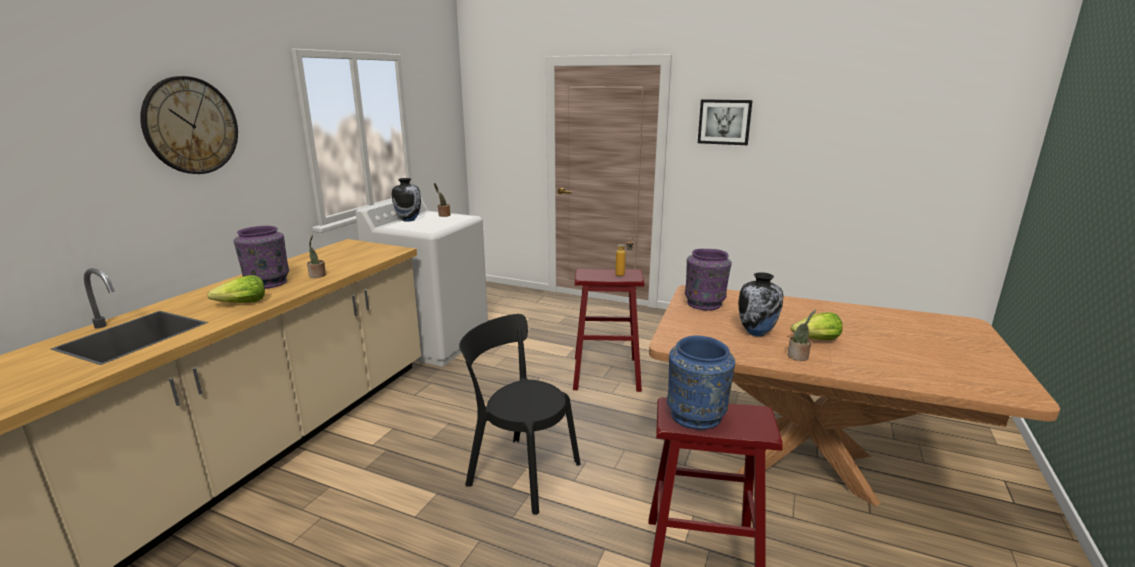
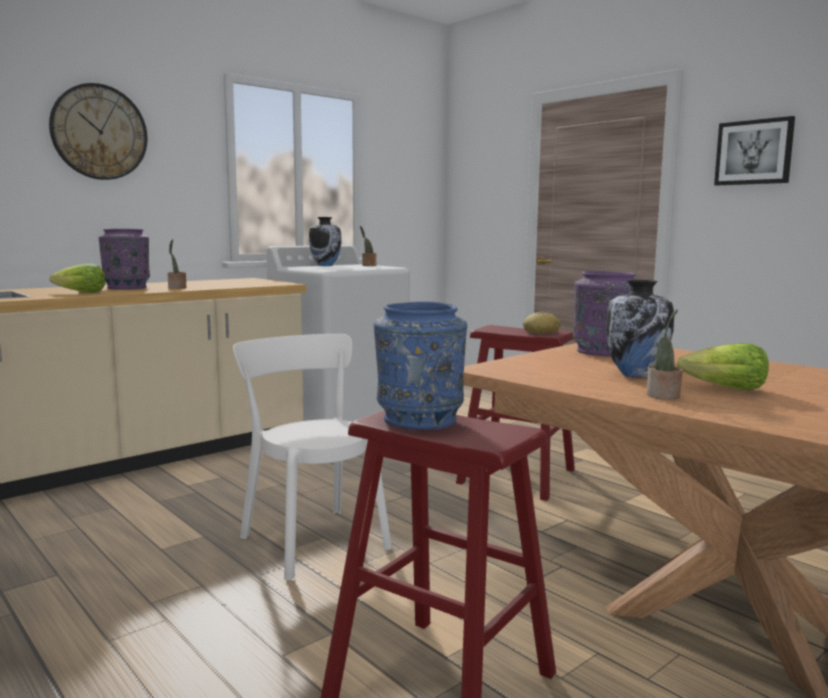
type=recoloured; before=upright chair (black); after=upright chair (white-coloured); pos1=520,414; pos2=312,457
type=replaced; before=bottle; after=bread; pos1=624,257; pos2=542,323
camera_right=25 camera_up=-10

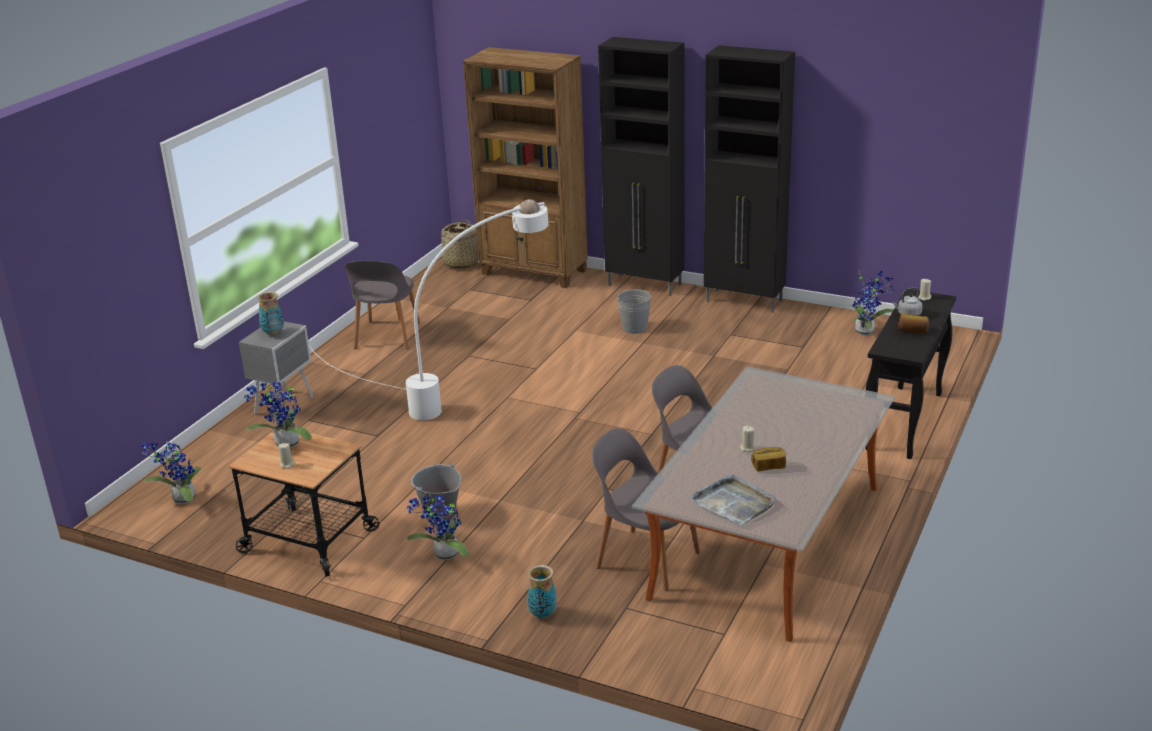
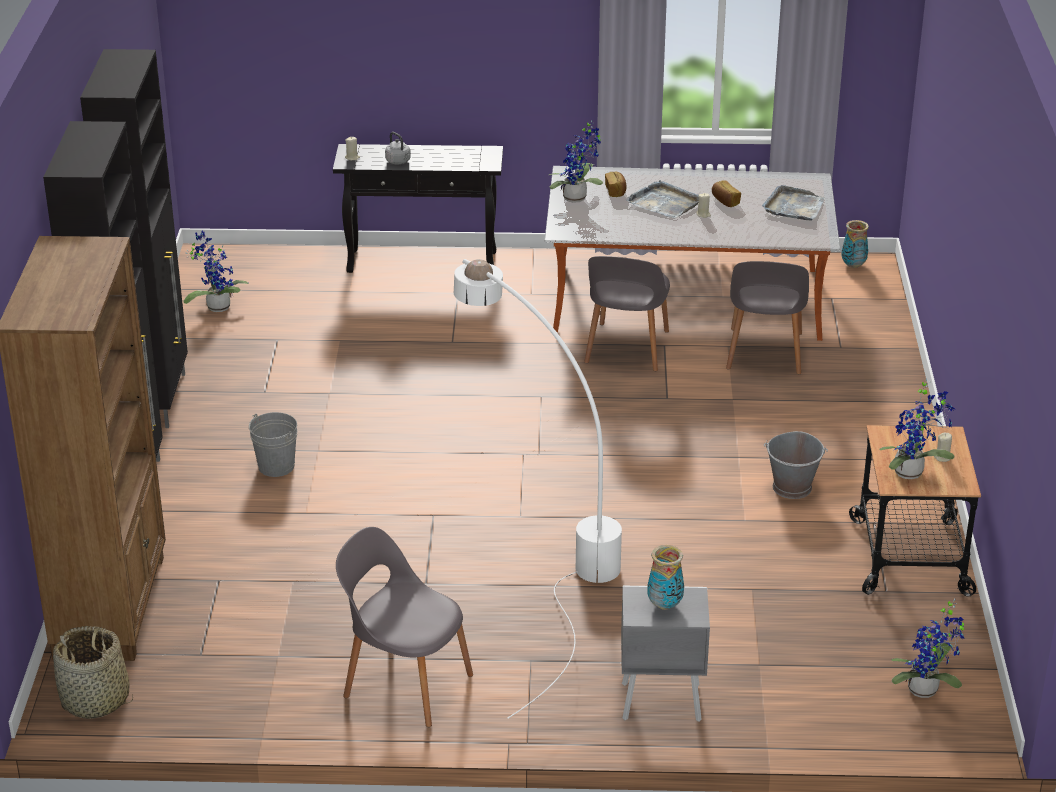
type=turned; before=upright chair (grey); pos1=382,305; pos2=404,627; turn=-135
type=moved; before=potted plant; pos1=438,527; pos2=576,161
type=moved; before=flower vase; pos1=542,592; pos2=855,244
type=moved; before=bread; pos1=913,324; pos2=616,184
type=added; after=serving tray (grey); pos2=662,199
camera_right=-115 camera_up=5

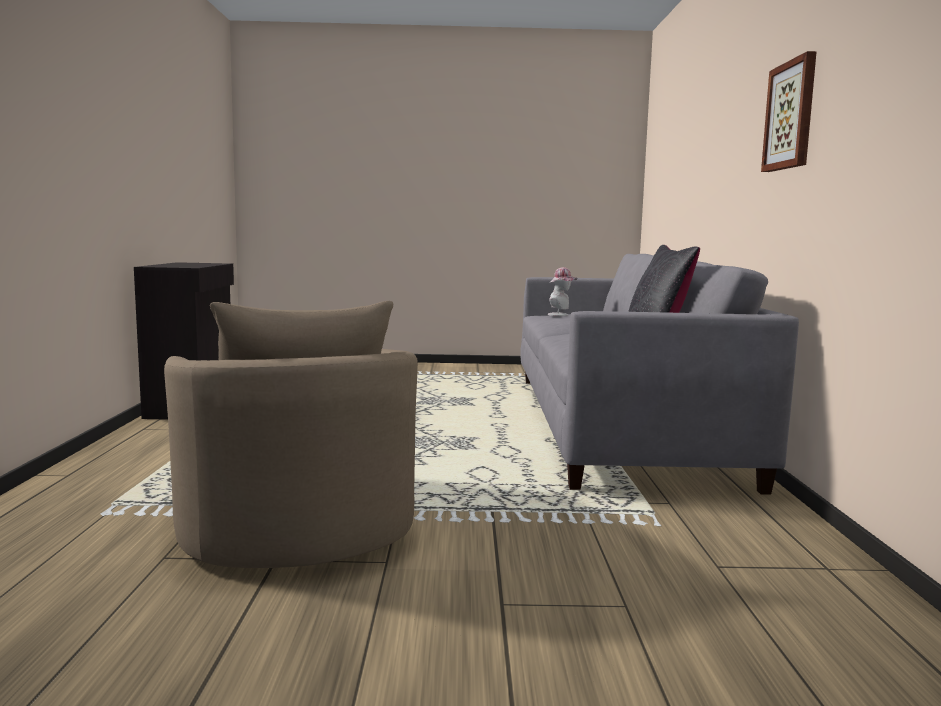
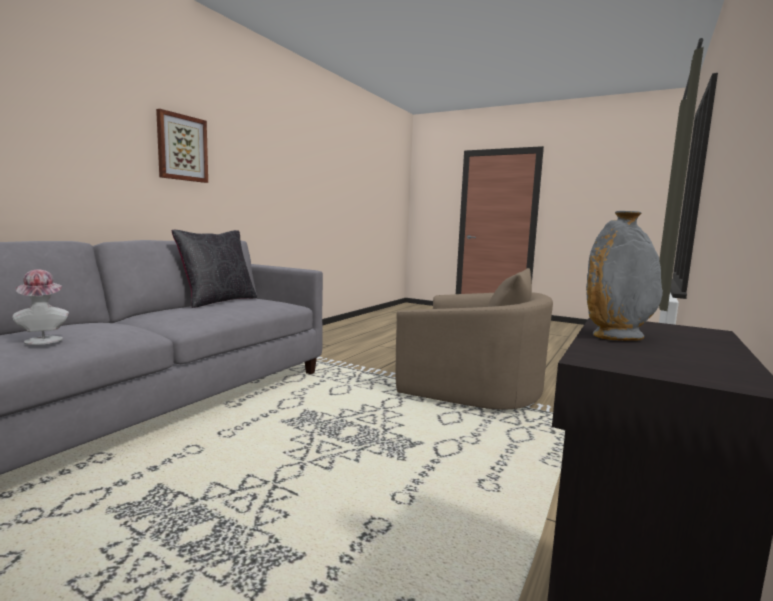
type=turned; before=lounge chair (beige); pos1=291,434; pos2=474,338; turn=105
type=added; after=flower vase (grey); pos2=624,276
camera_right=-150 camera_up=0

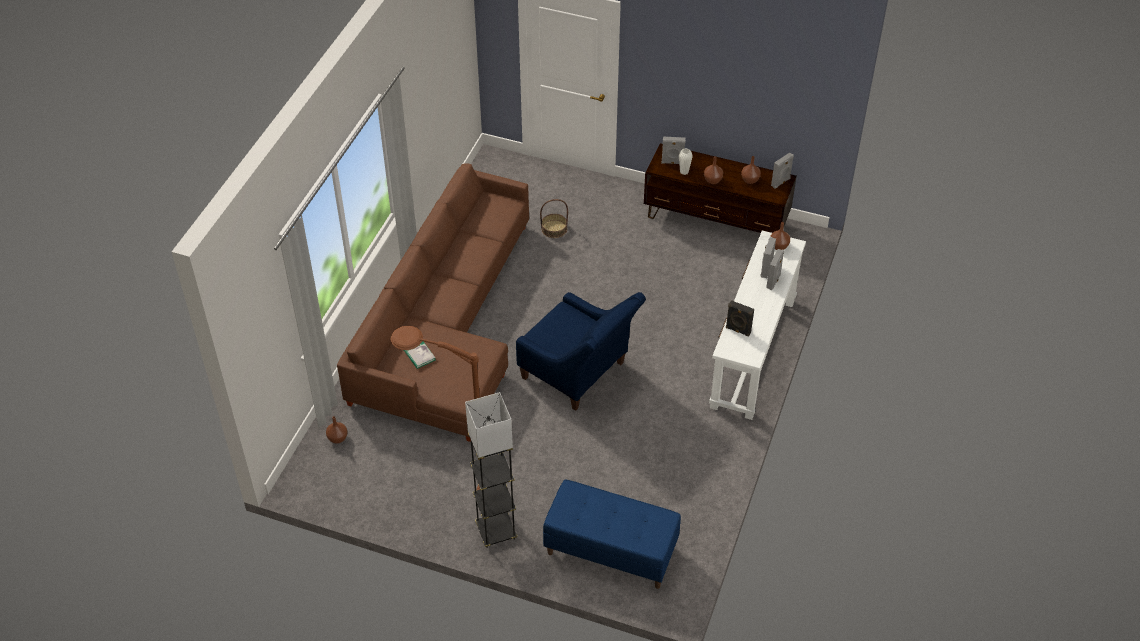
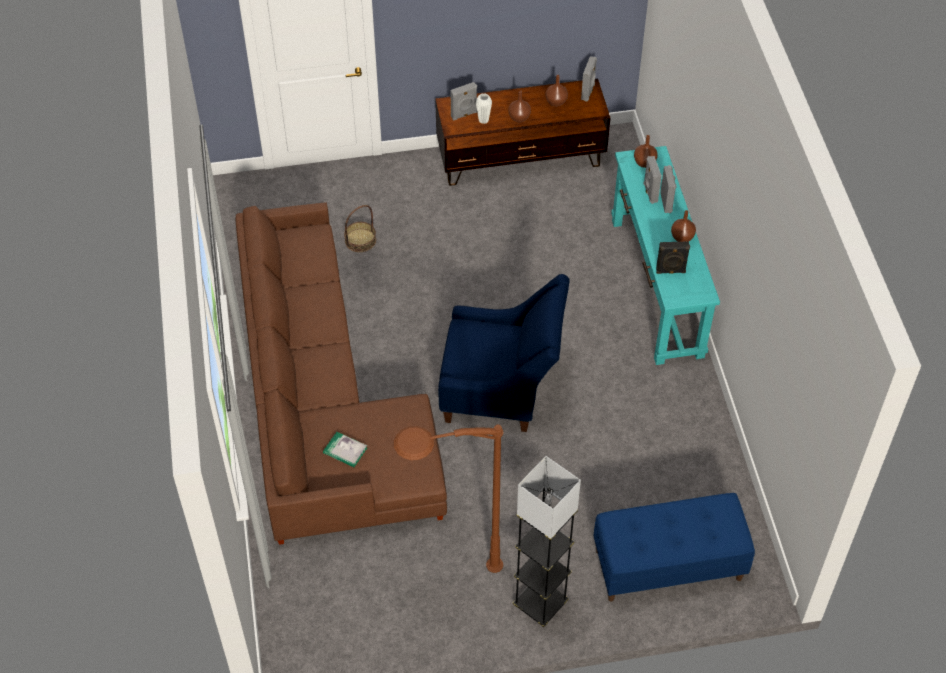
type=moved; before=flower vase (brown); pos1=336,430; pos2=683,226
type=recoloured; before=narrow table (white-coloured); after=narrow table (blue-green); pos1=757,325; pos2=665,255
camera_right=-30 camera_up=5

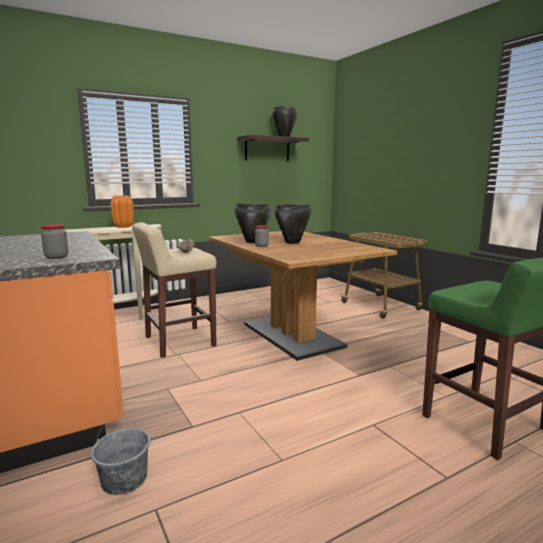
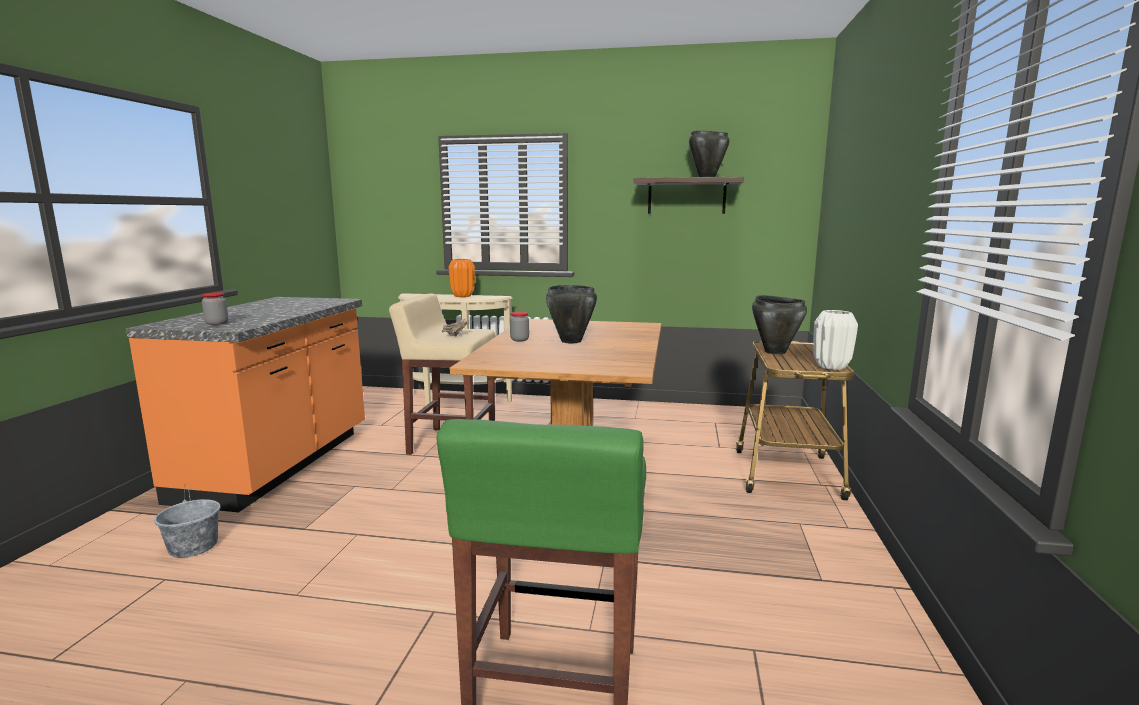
type=moved; before=stockpot (black); pos1=252,223; pos2=779,324
type=added; after=flower vase (white-coloured); pos2=835,340
camera_right=40 camera_up=0

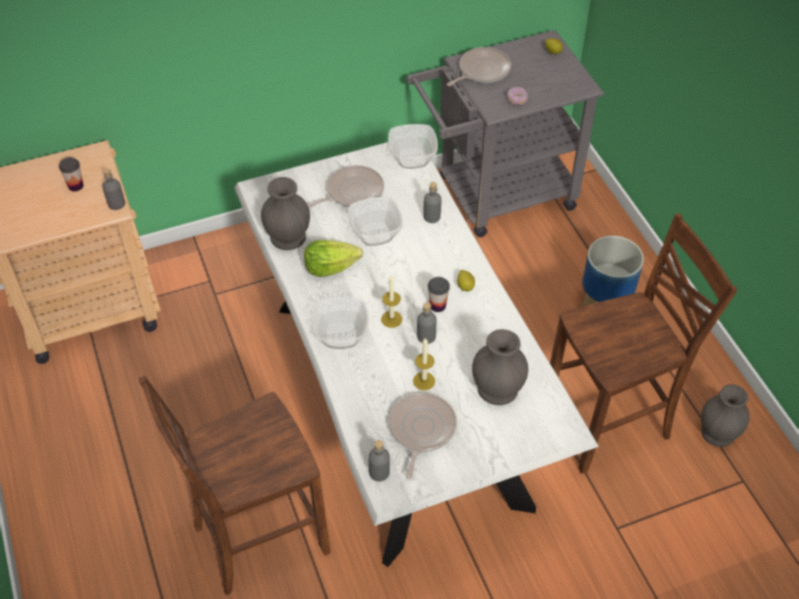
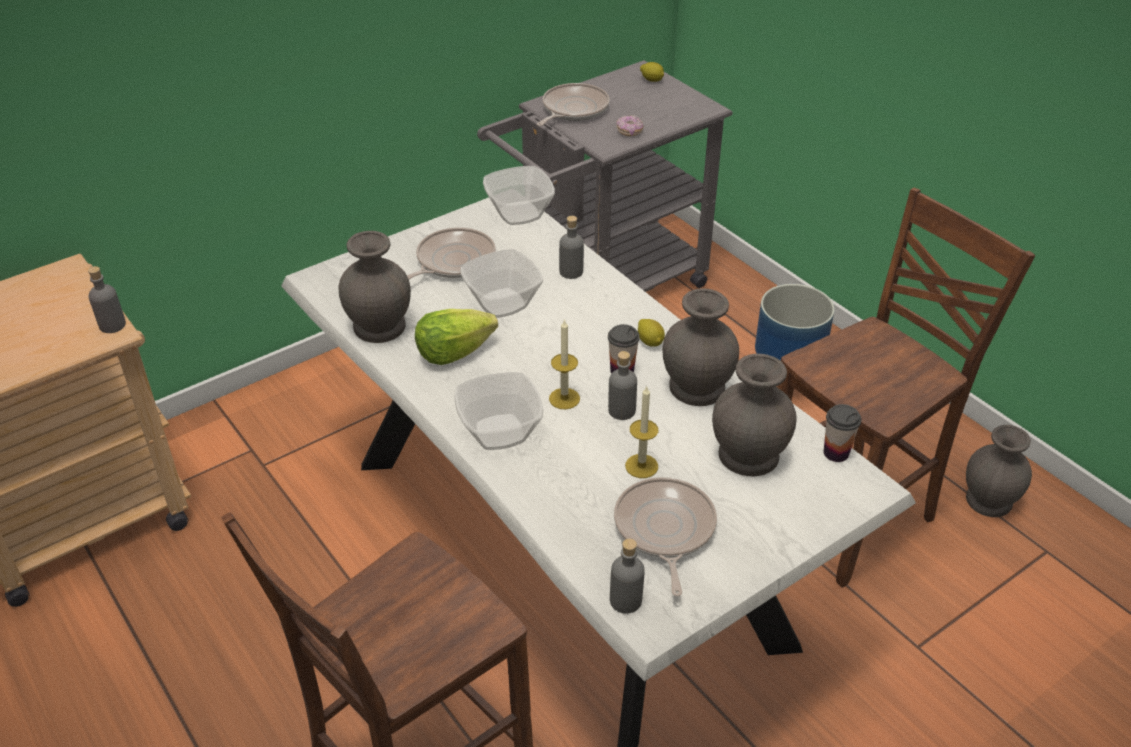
type=moved; before=cup; pos1=71,174; pos2=843,433
type=added; after=flower vase (grey); pos2=700,347
camera_right=-15 camera_up=-10

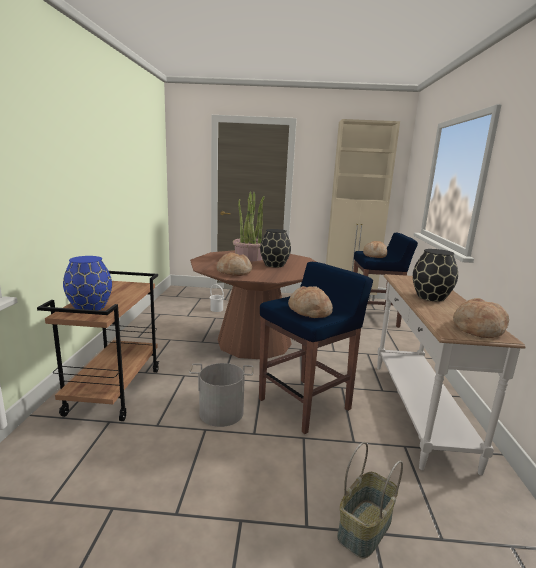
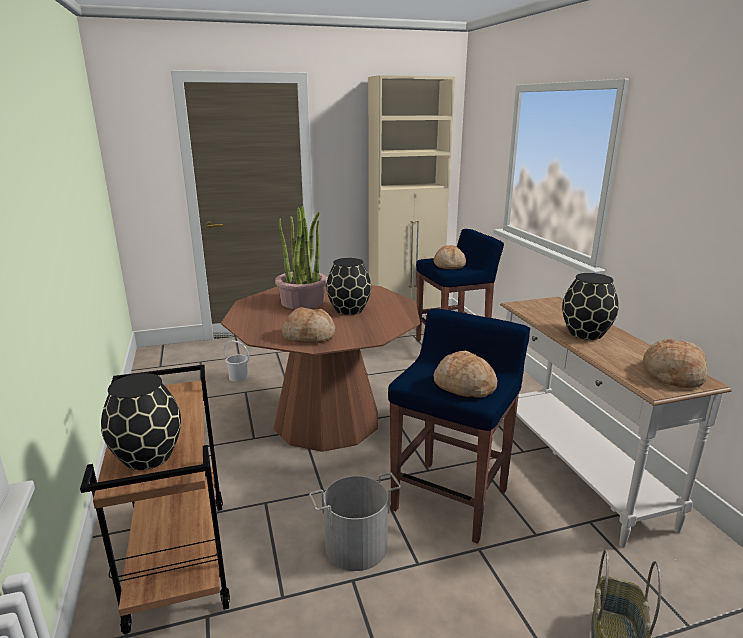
type=recoloured; before=flower vase (blue); after=flower vase (black); pos1=87,283; pos2=141,421
camera_right=-20 camera_up=5

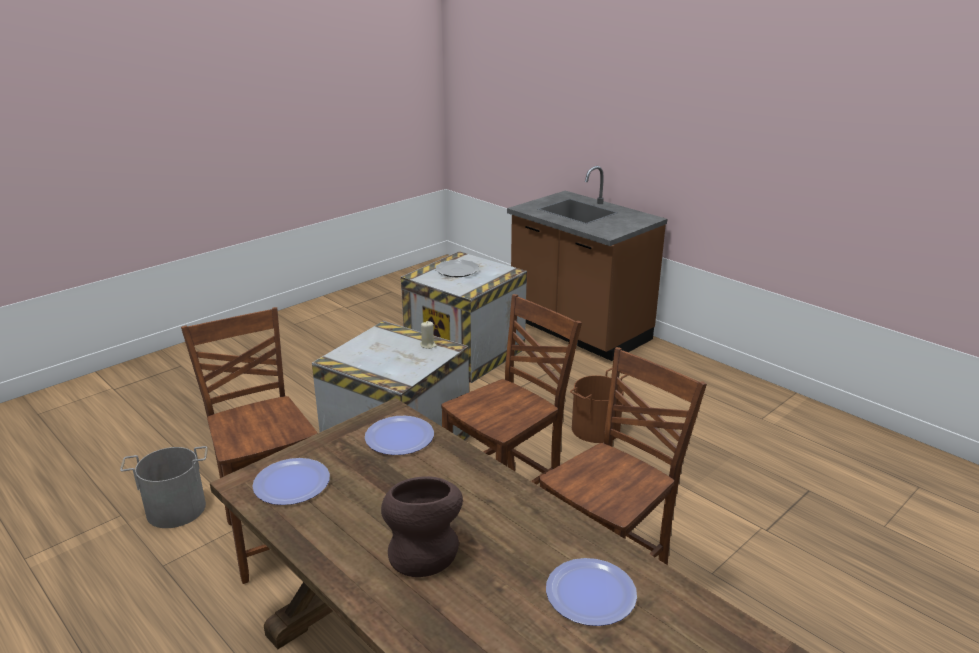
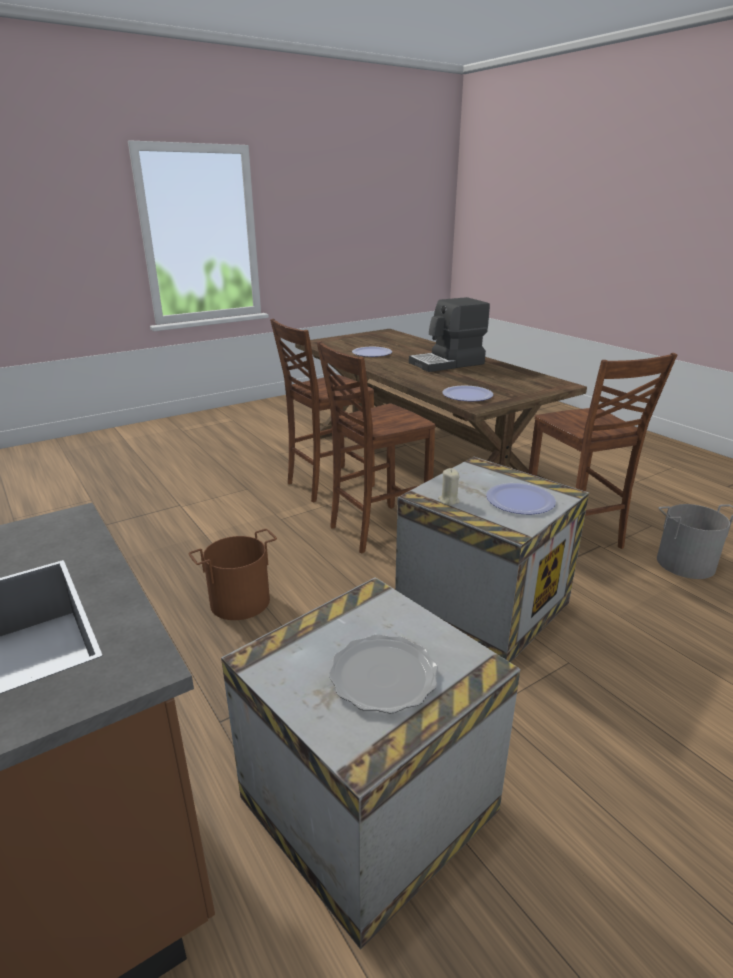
type=moved; before=dinner plate; pos1=291,481; pos2=521,498
type=replaced; before=flower vase (brown); after=coffee maker; pos1=422,526; pos2=449,334
camera_right=-170 camera_up=0

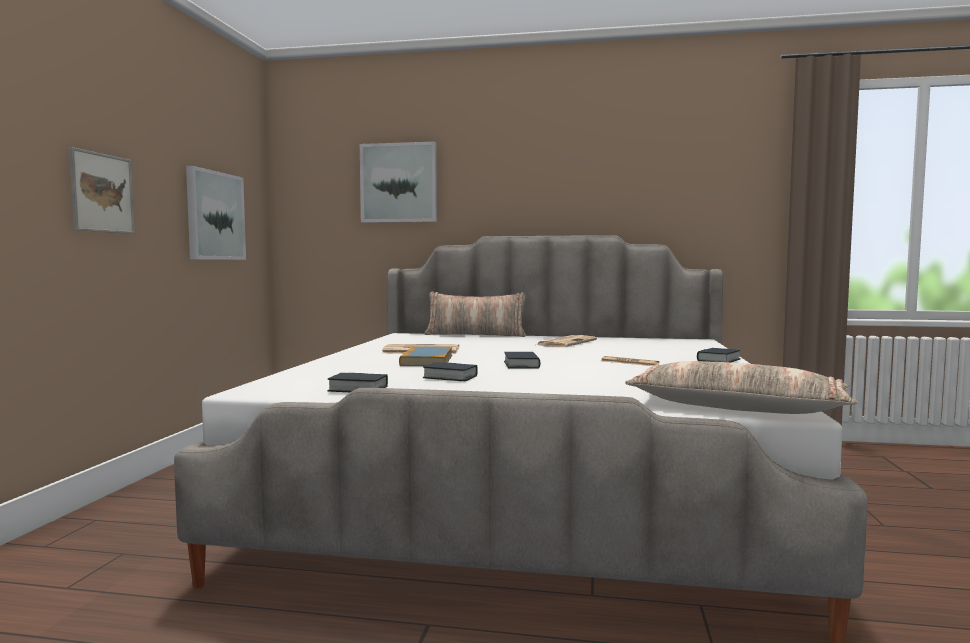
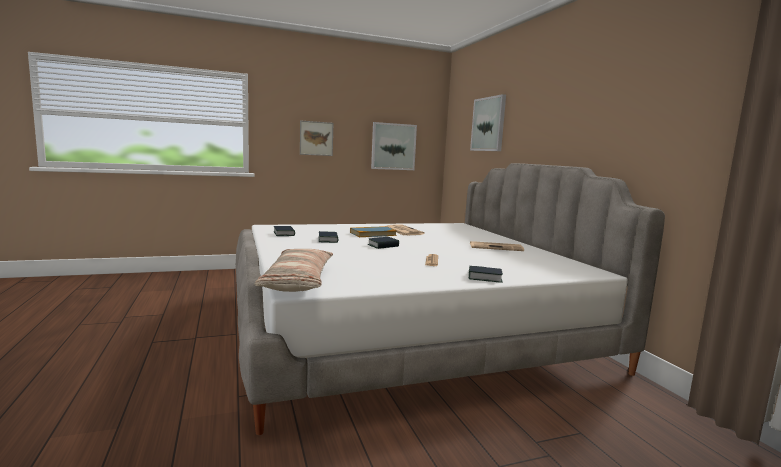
type=removed; before=throw pillow; pos1=475,314
camera_right=60 camera_up=5

